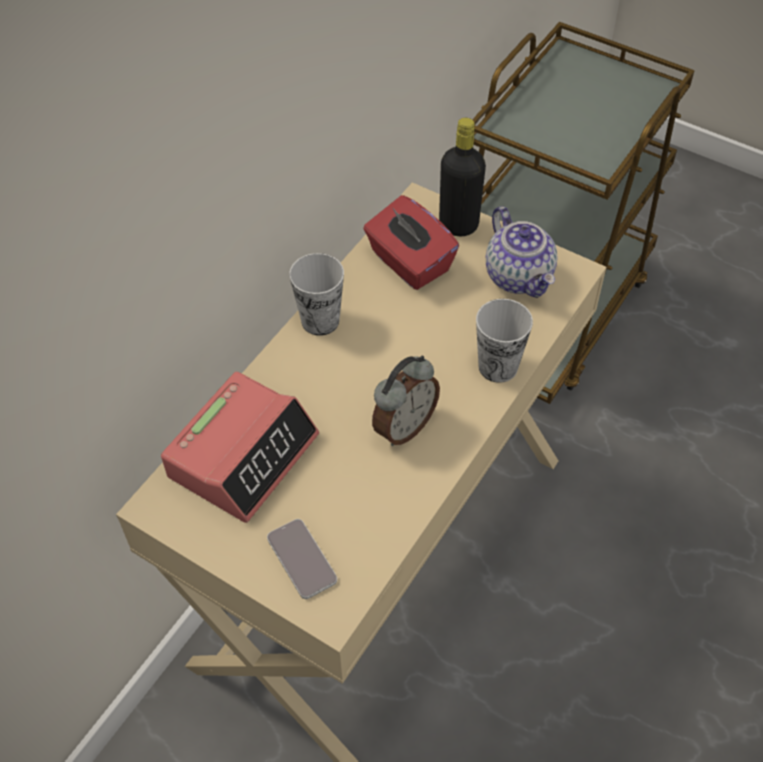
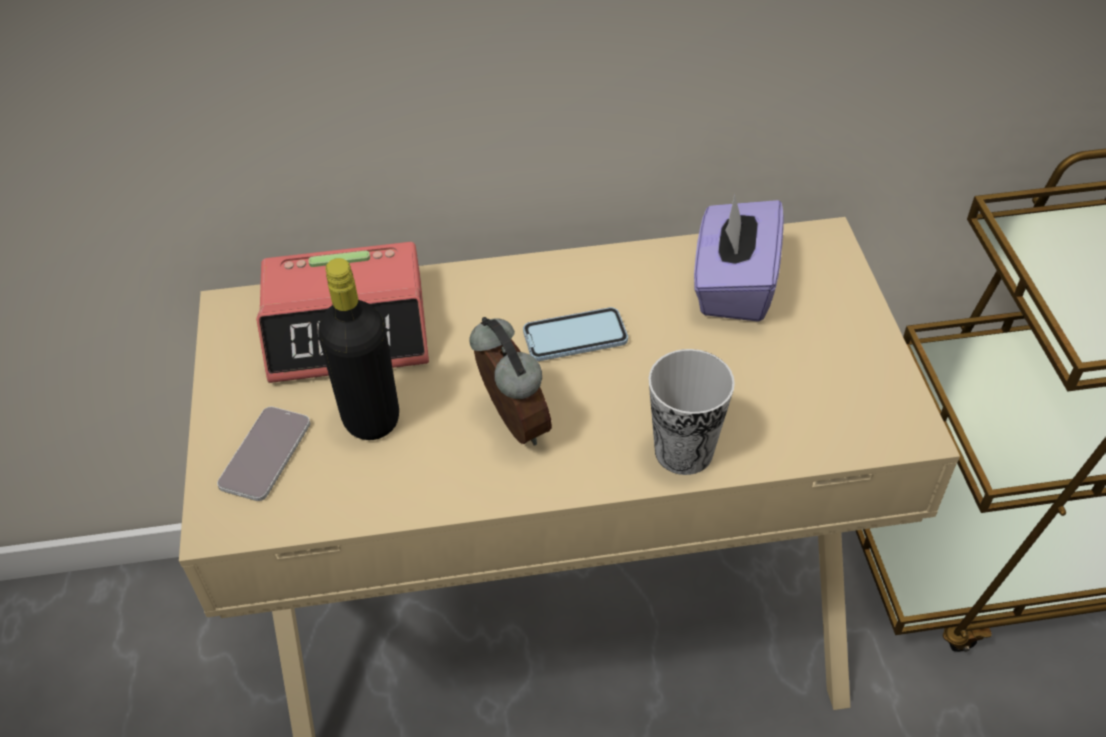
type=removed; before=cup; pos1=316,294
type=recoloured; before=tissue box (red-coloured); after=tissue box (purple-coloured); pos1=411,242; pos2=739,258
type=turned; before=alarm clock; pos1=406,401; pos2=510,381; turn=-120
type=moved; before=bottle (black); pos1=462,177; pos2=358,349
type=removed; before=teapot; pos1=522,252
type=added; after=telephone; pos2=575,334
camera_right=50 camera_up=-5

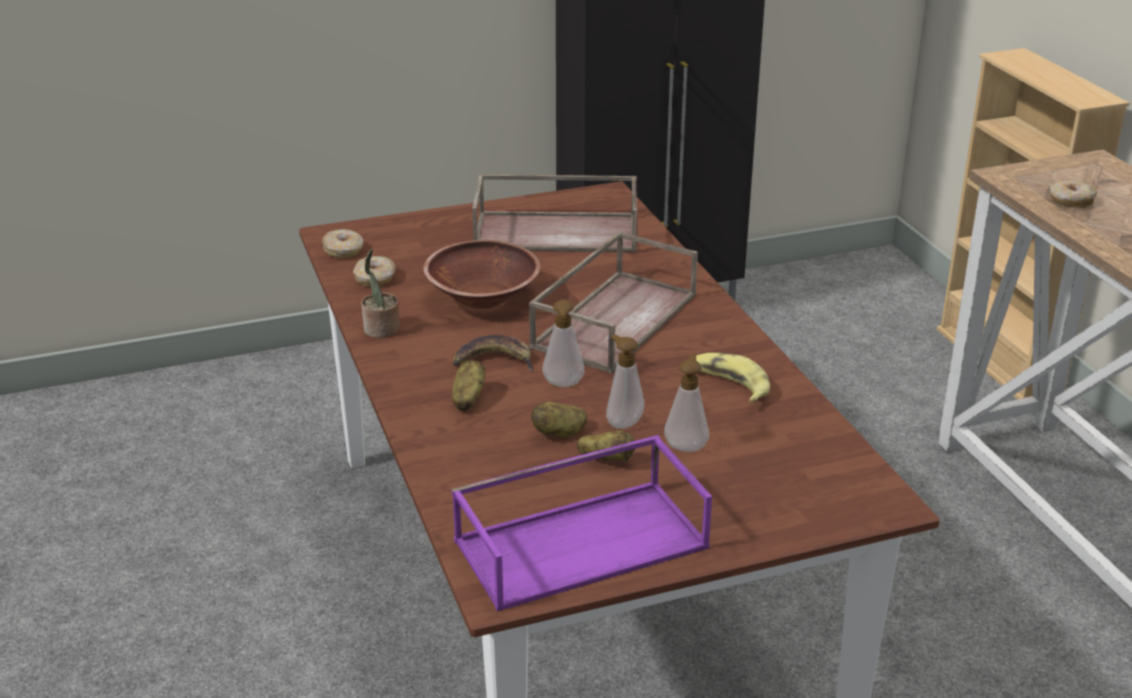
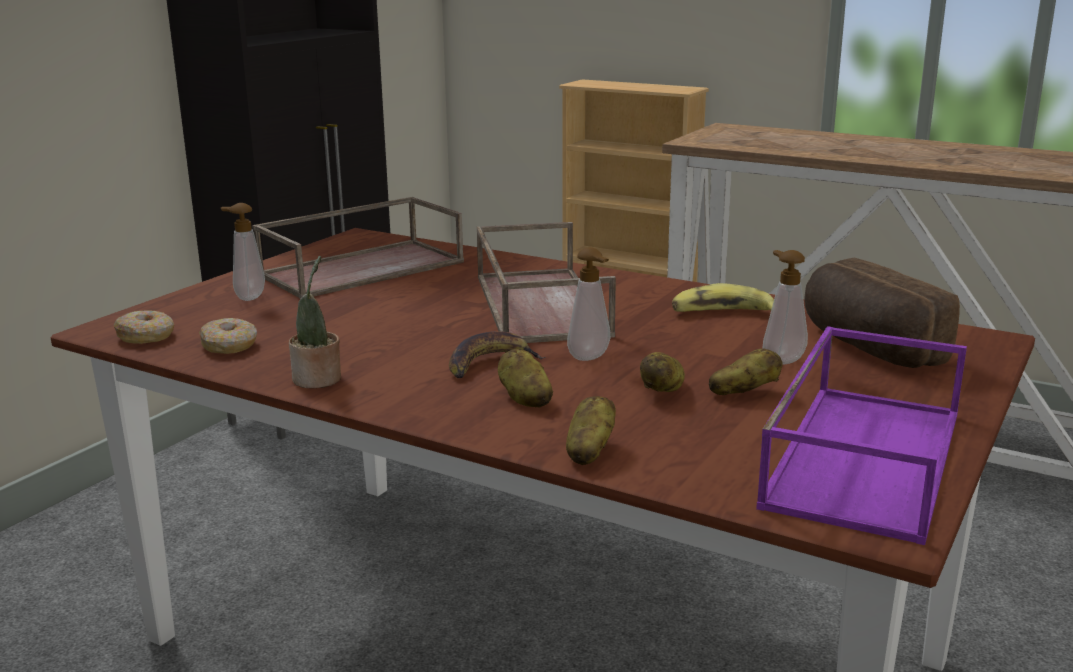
type=removed; before=bowl (brown); pos1=482,274
type=moved; before=soap dispenser; pos1=625,381; pos2=243,252
type=removed; before=doughnut; pos1=1073,194
type=added; after=spud; pos2=591,430
type=added; after=bread; pos2=882,313
camera_right=-40 camera_up=-10

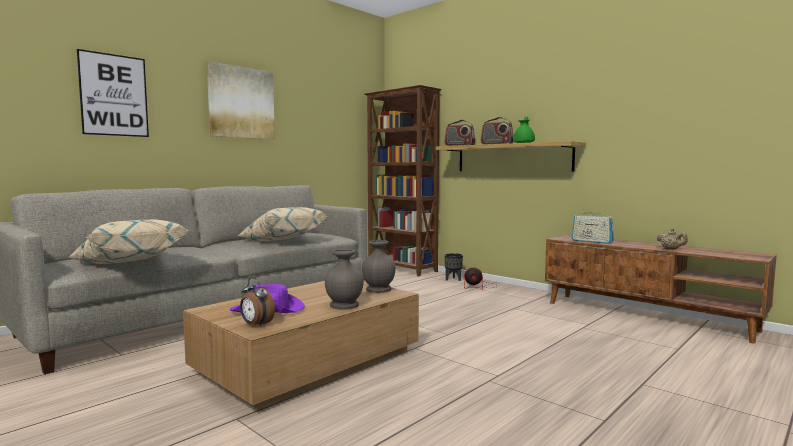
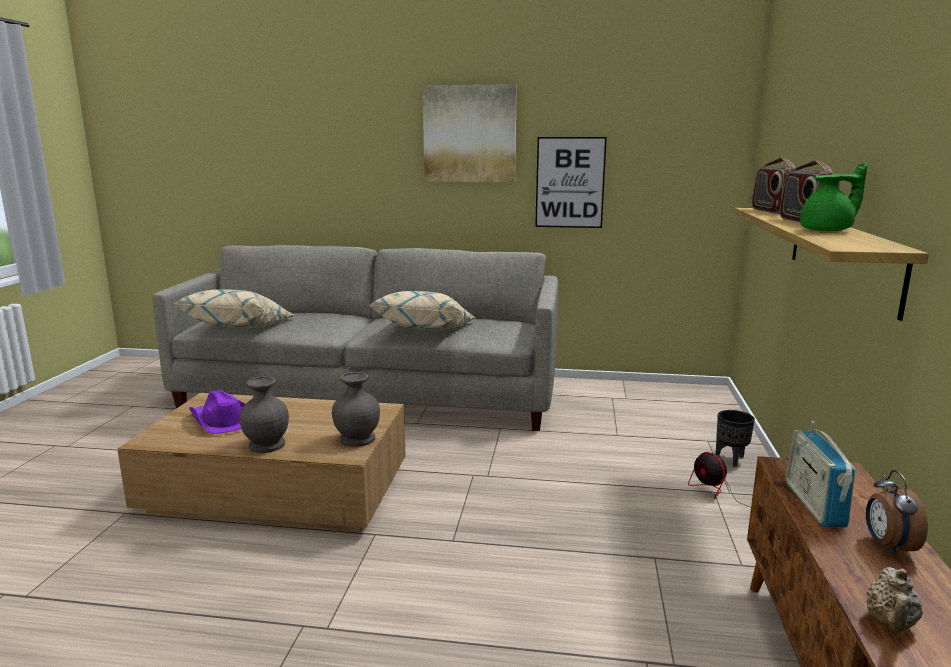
type=moved; before=wall picture; pos1=113,93; pos2=571,182
type=moved; before=alarm clock; pos1=257,302; pos2=897,512
type=removed; before=bookcase (brown); pos1=403,180
camera_right=55 camera_up=10

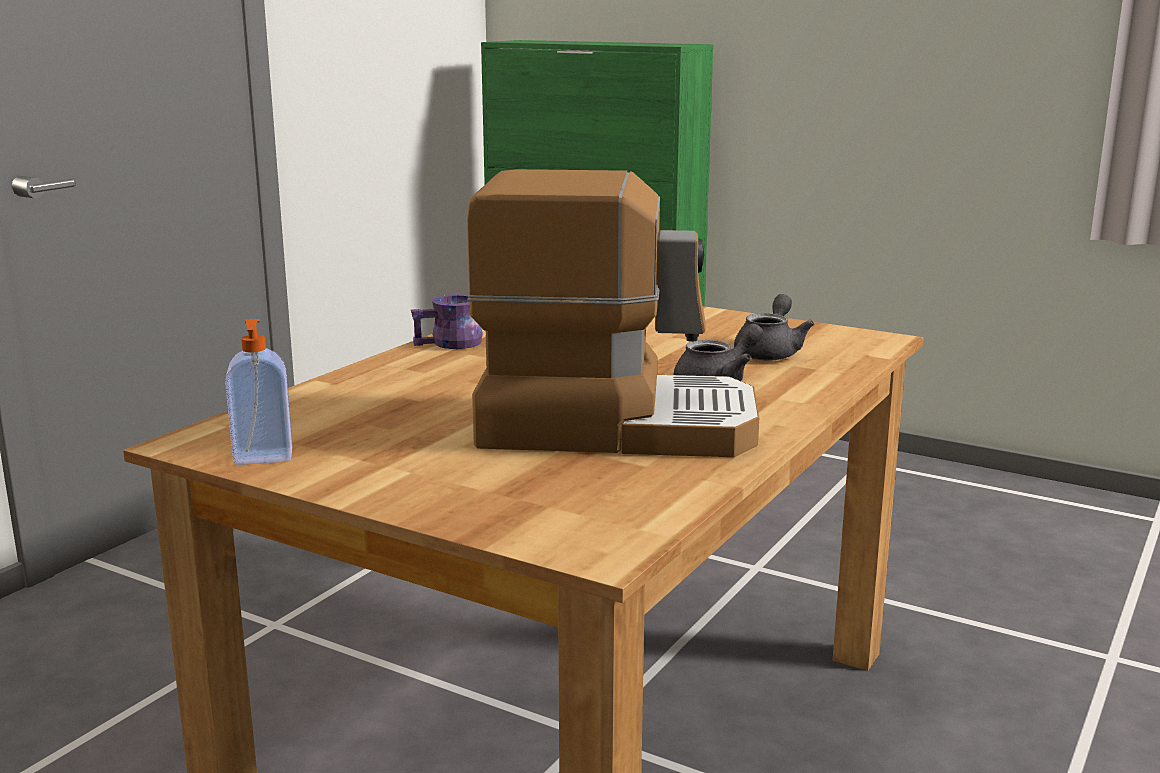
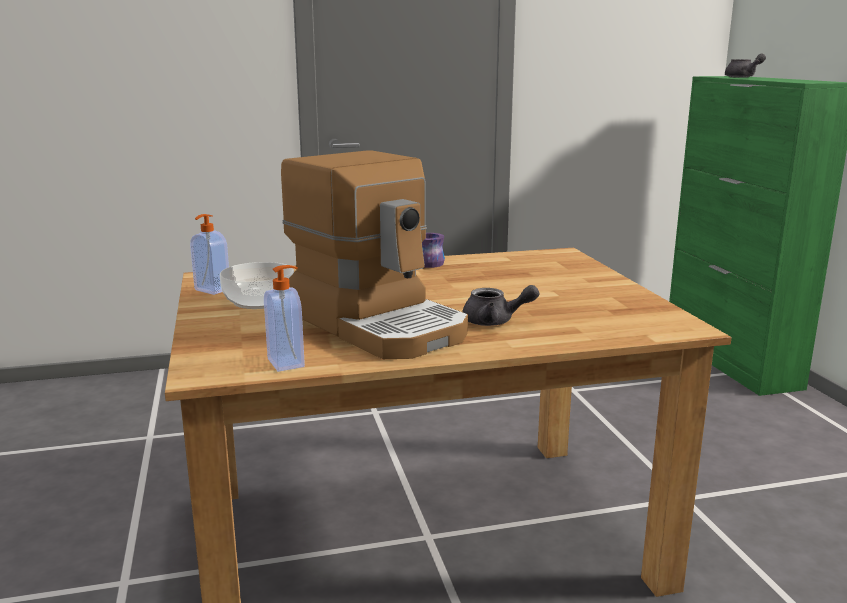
type=moved; before=teapot (grey); pos1=774,327; pos2=745,66
type=added; after=bowl; pos2=257,285
type=added; after=soap dispenser; pos2=284,318
camera_right=45 camera_up=0

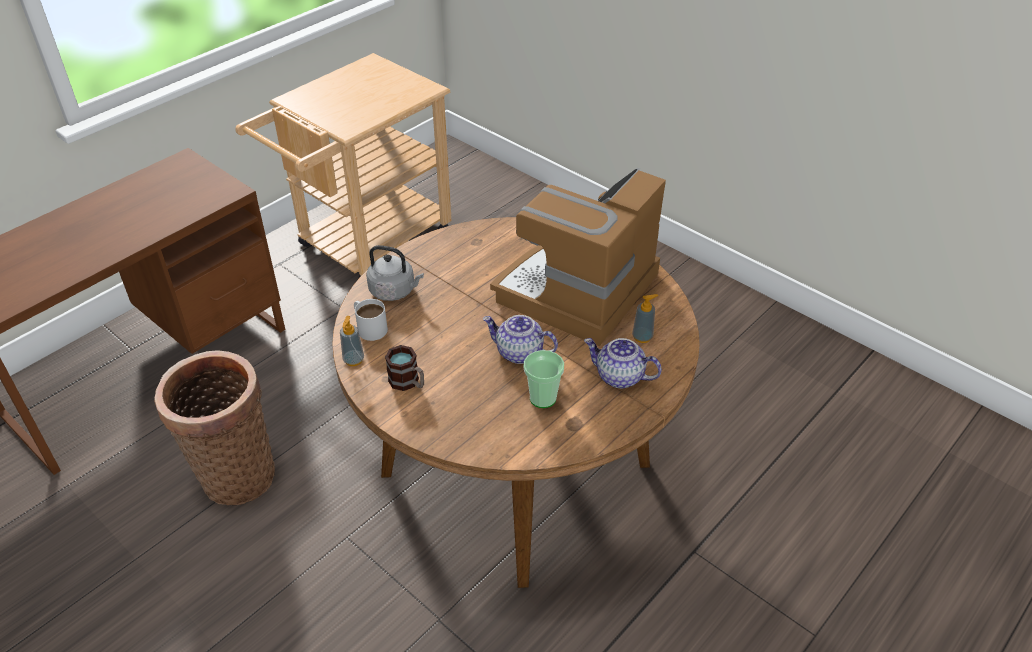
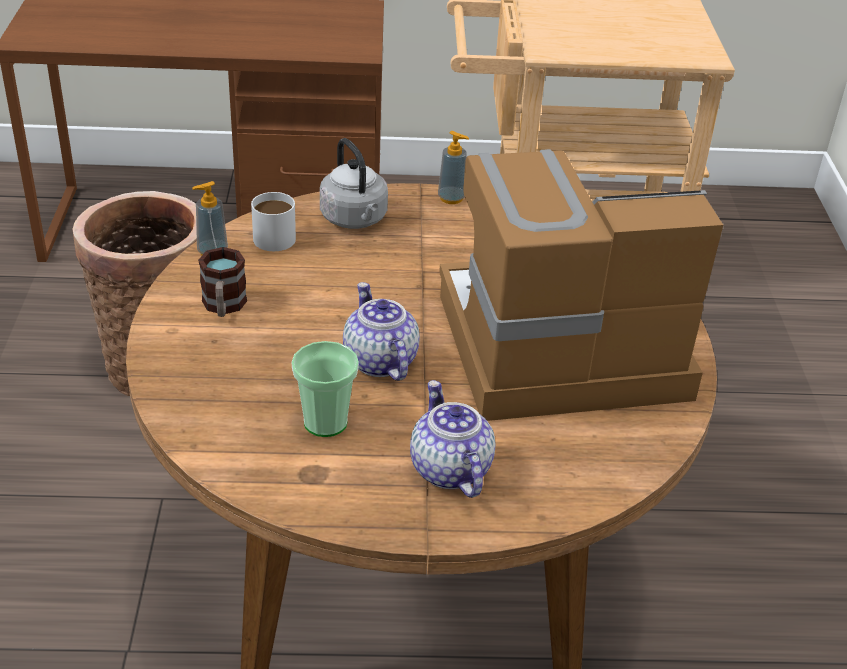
type=moved; before=soap dispenser; pos1=645,318; pos2=453,167
camera_right=45 camera_up=-5

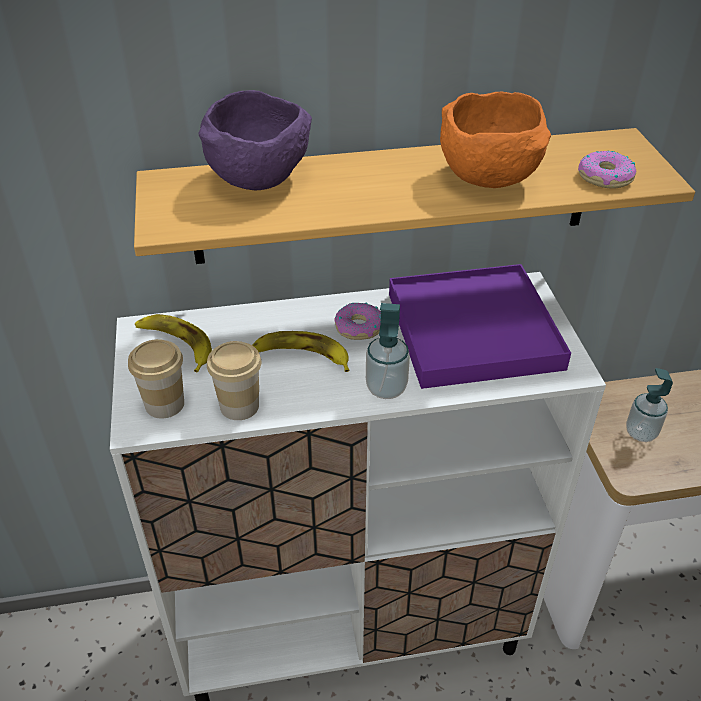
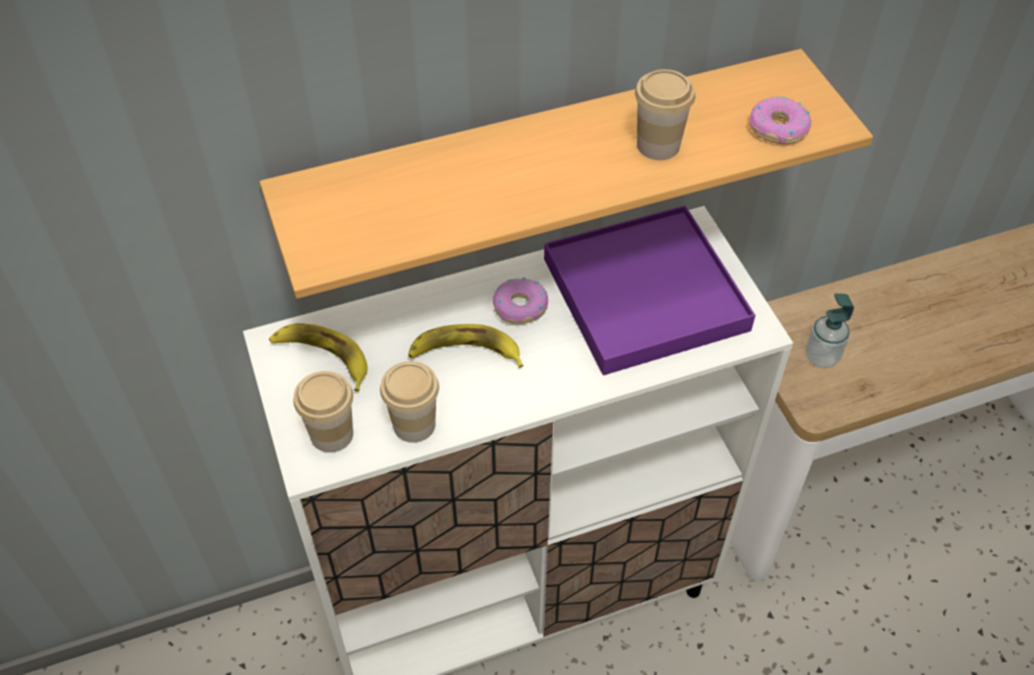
type=removed; before=bowl (purple-coloured); pos1=255,140
type=removed; before=soap dispenser; pos1=388,351
type=replaced; before=bowl (orangey); after=cup; pos1=495,140; pos2=665,114
camera_right=-10 camera_up=10

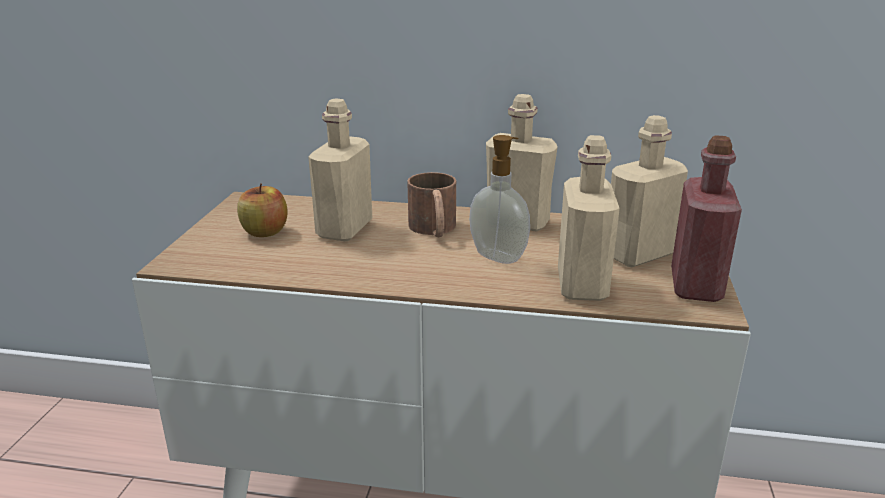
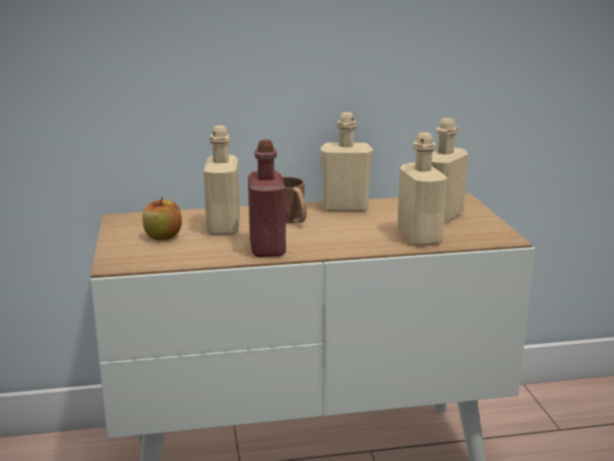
type=removed; before=soap dispenser; pos1=499,199
type=moved; before=bottle (red-coloured); pos1=706,218; pos2=267,198
camera_right=-20 camera_up=-5

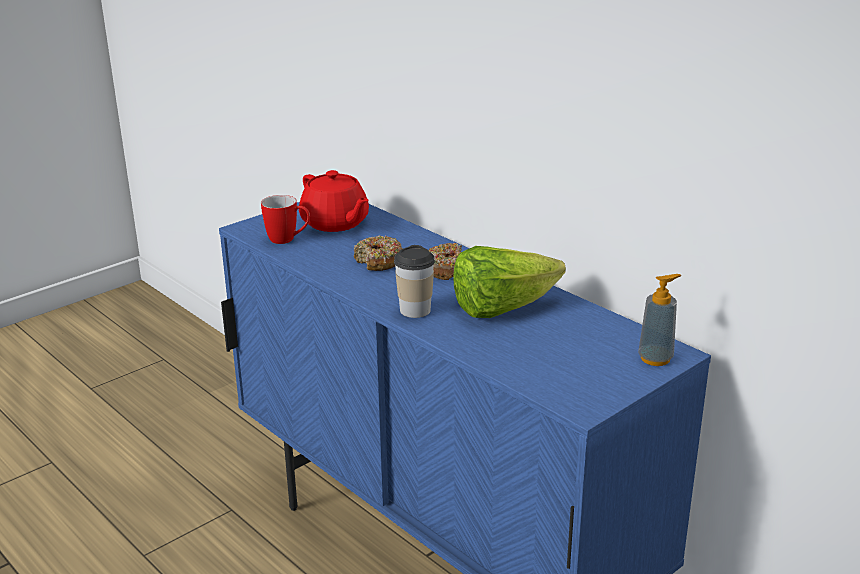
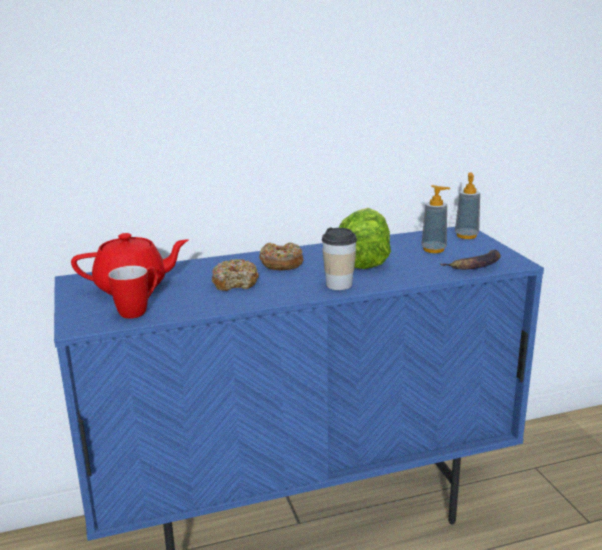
type=added; after=soap dispenser; pos2=435,219
type=added; after=banana fruit; pos2=470,260
camera_right=-65 camera_up=-5

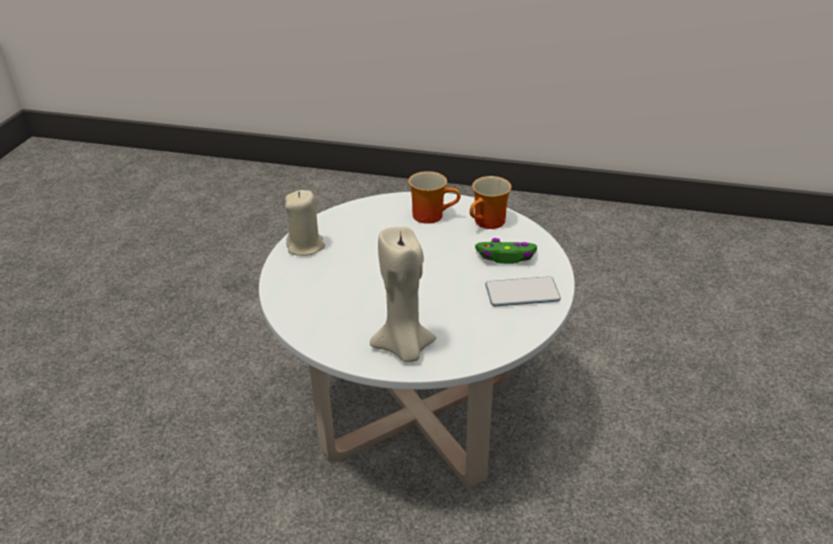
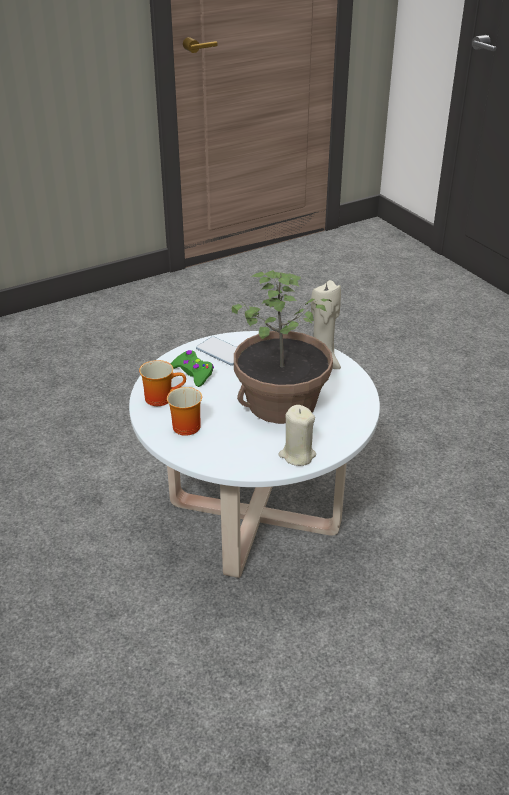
type=added; after=potted plant; pos2=282,347
camera_right=-135 camera_up=0

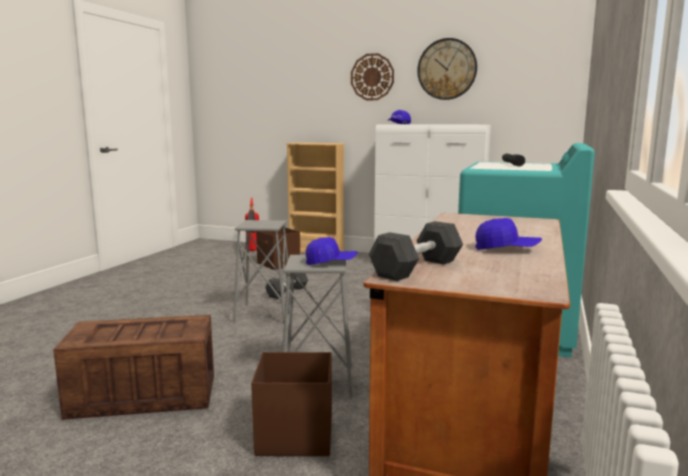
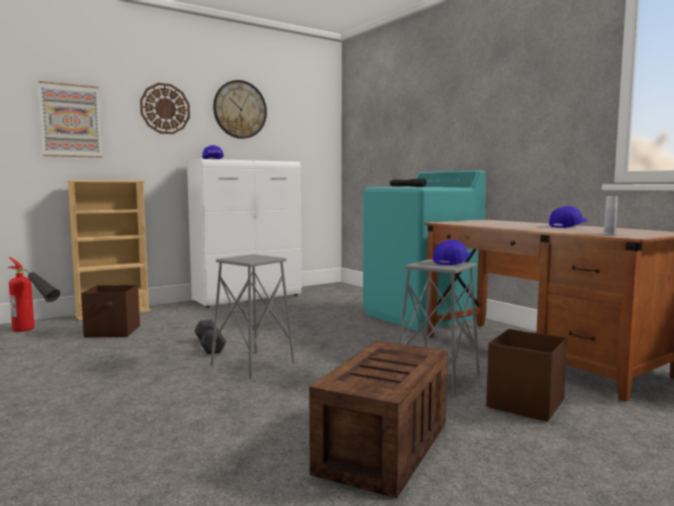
type=replaced; before=free weight (grey); after=bottle (white-coloured); pos1=416,251; pos2=611,215
type=added; after=wall picture; pos2=70,119
camera_right=-55 camera_up=-5

